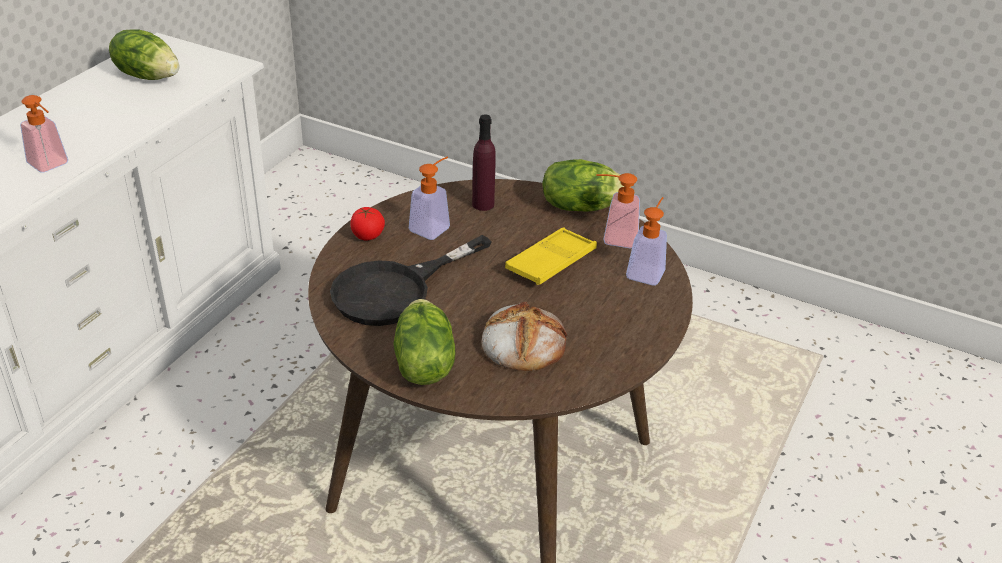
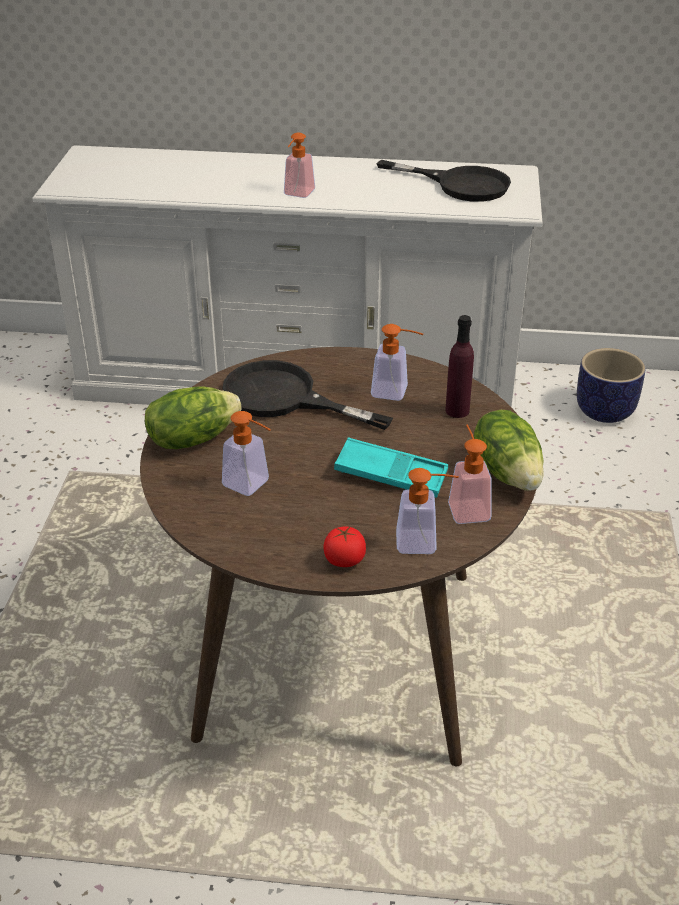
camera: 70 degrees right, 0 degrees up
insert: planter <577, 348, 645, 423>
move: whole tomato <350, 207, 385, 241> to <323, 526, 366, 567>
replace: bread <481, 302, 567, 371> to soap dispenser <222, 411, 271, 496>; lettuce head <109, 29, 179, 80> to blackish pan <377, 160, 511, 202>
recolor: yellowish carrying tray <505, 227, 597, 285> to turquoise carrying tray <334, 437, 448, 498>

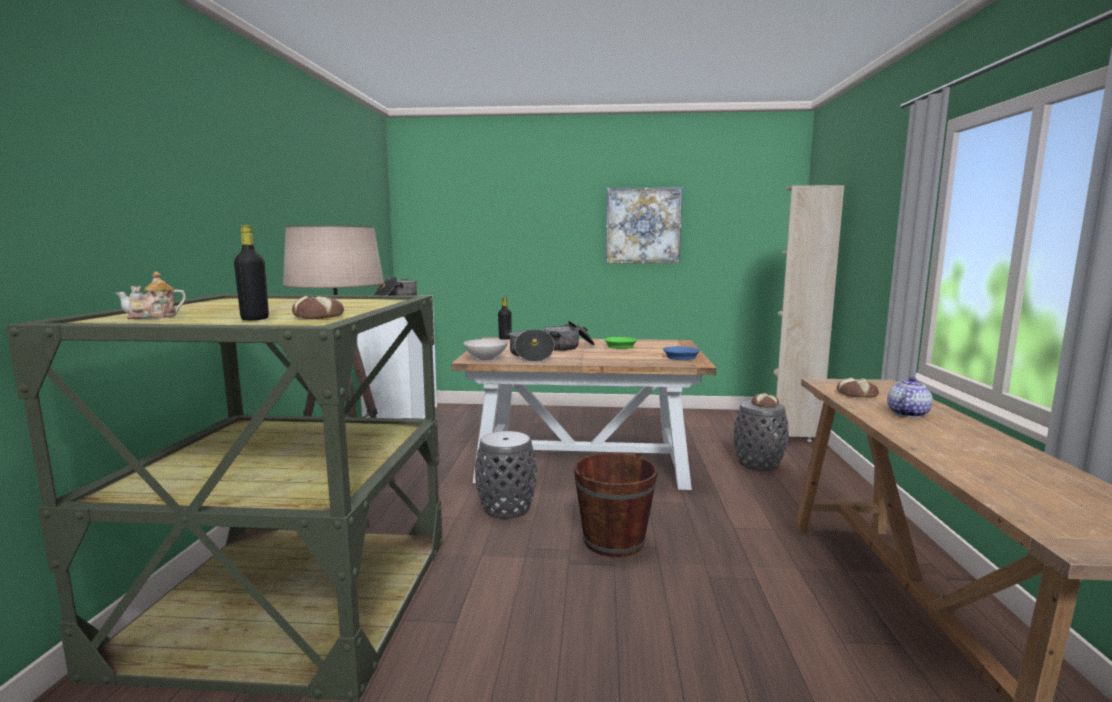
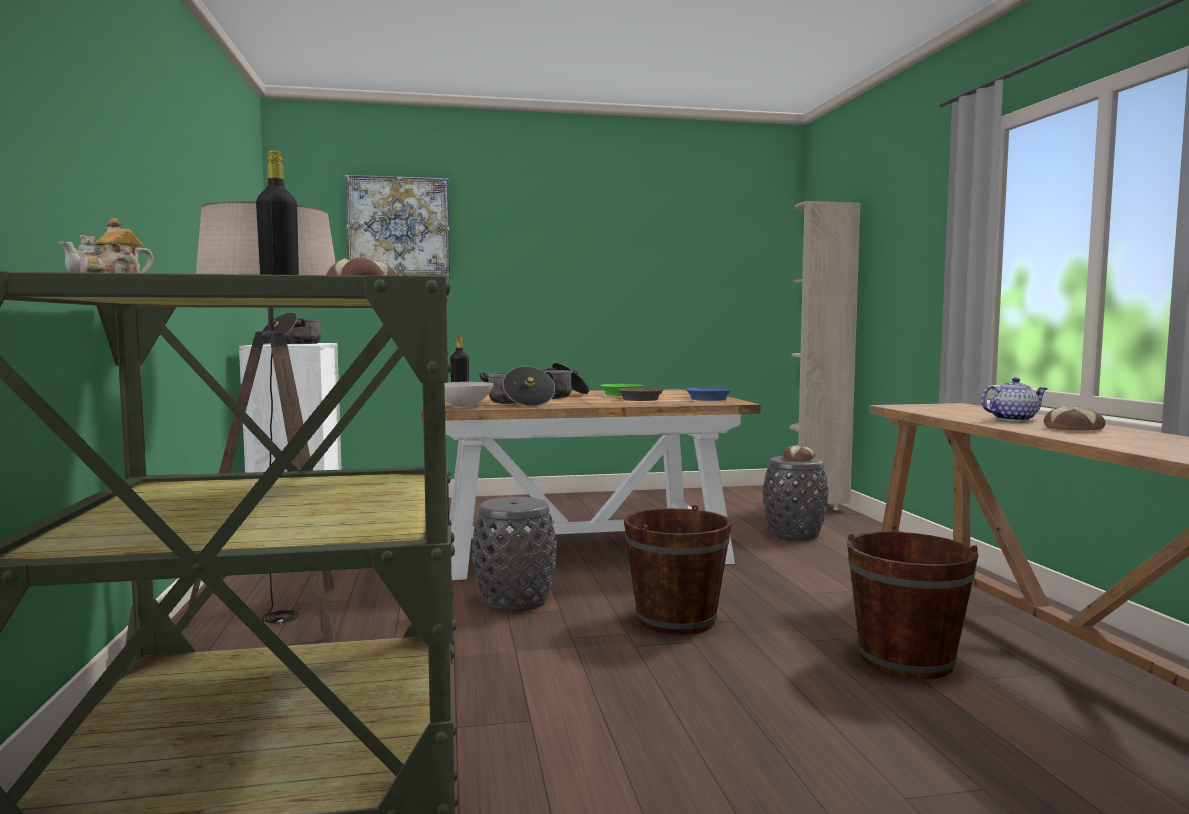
camera: 15 degrees left, 5 degrees down
insert: brownish pan <617, 388, 664, 401>; brownish pail <847, 532, 979, 679>
move: wall art <606, 187, 683, 263> to <345, 175, 450, 278>; bread <837, 378, 879, 397> to <1044, 406, 1106, 430>
rotate: teapot <887, 377, 933, 418> = <981, 377, 1047, 422> 60 degrees clockwise

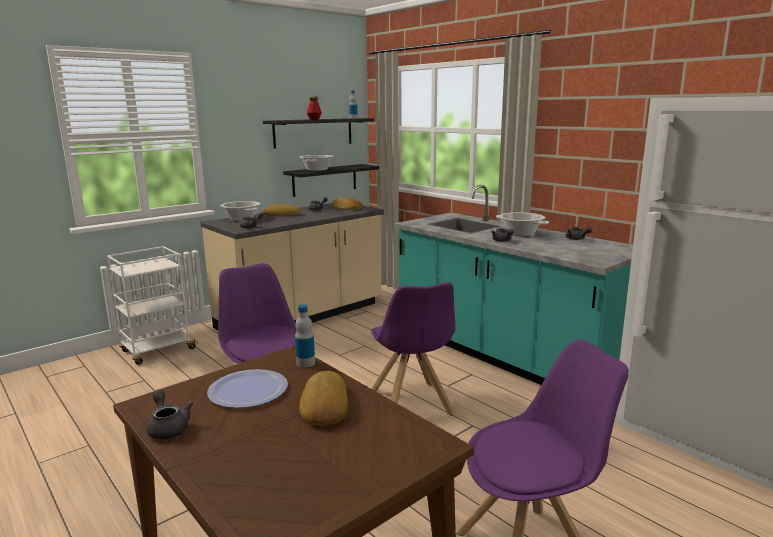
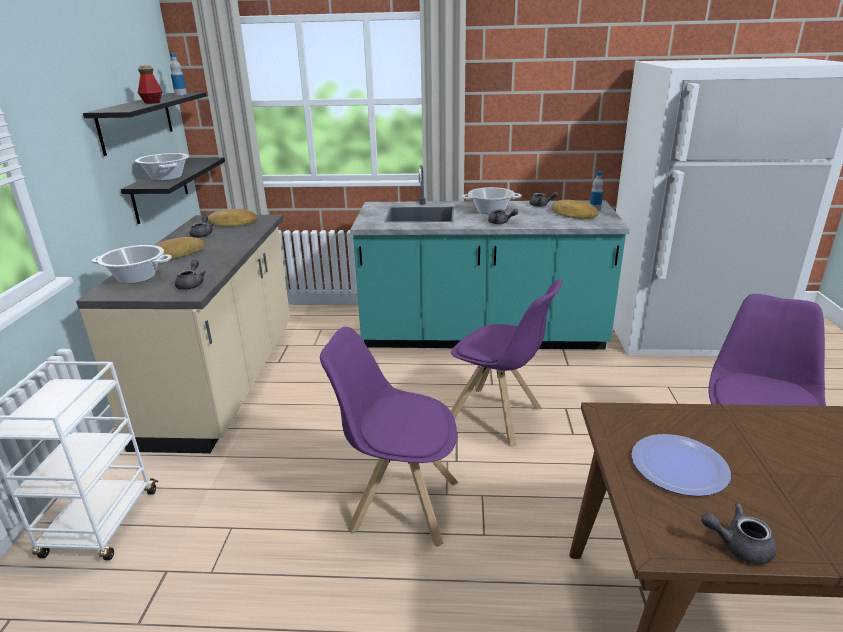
camera: 45 degrees left, 10 degrees up
move: bread <299, 371, 348, 426> to <551, 200, 599, 219>; drink bottle <295, 304, 315, 367> to <590, 171, 603, 211>

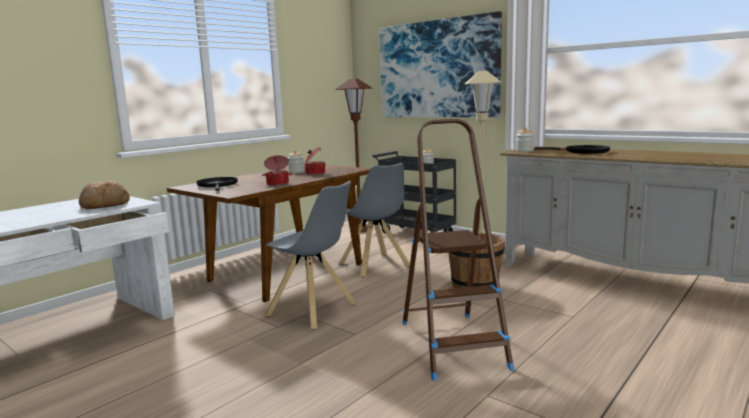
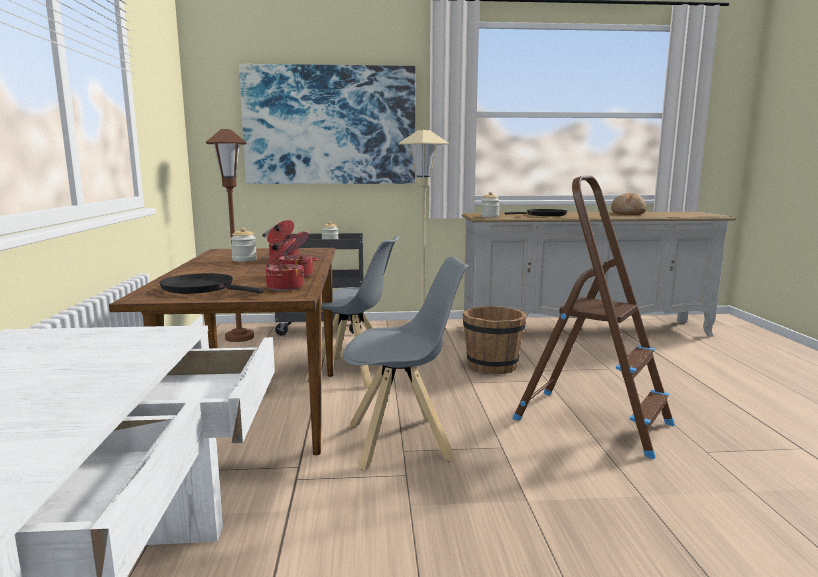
camera: 45 degrees left, 0 degrees up
insert: saucepot <266, 238, 304, 291>
move: bread <79, 181, 130, 209> to <611, 193, 646, 215>

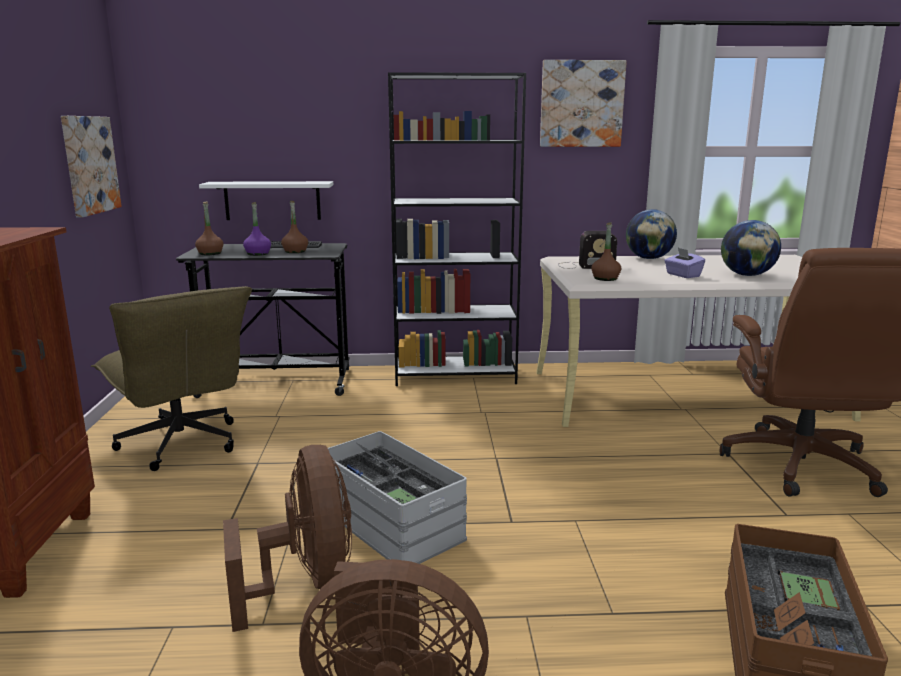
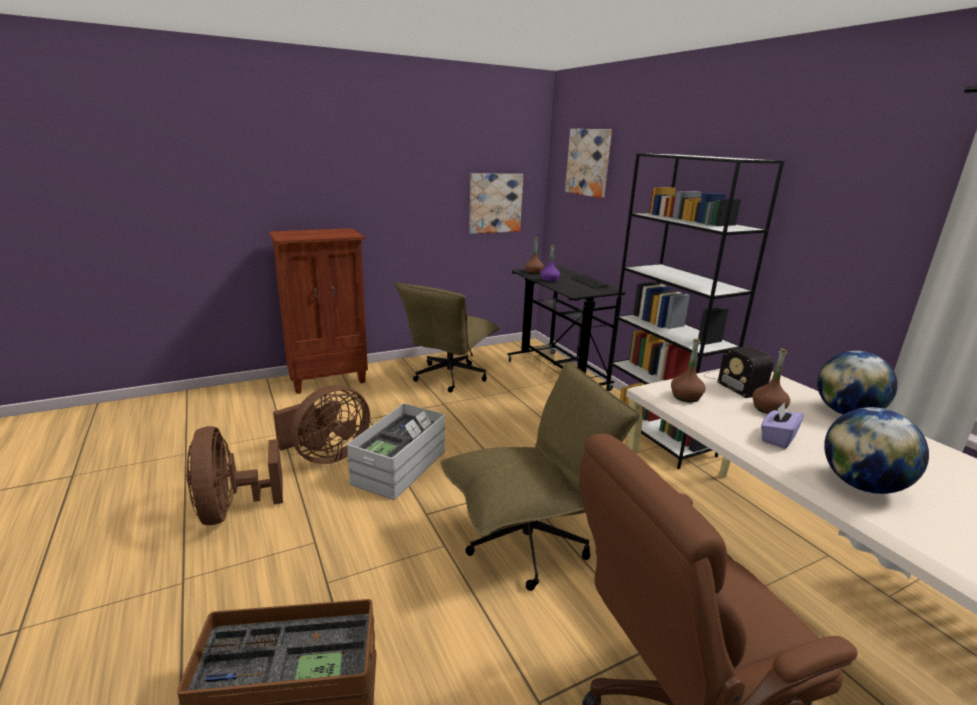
camera: 65 degrees right, 5 degrees up
delete: white-coloured bracket shelf <199, 181, 333, 220>
insert: beige-coloured computer chair <440, 362, 640, 591>
move: wall art <540, 60, 627, 147> to <565, 129, 612, 198>; brownish drink bottle <281, 201, 308, 253> to <752, 349, 790, 414>

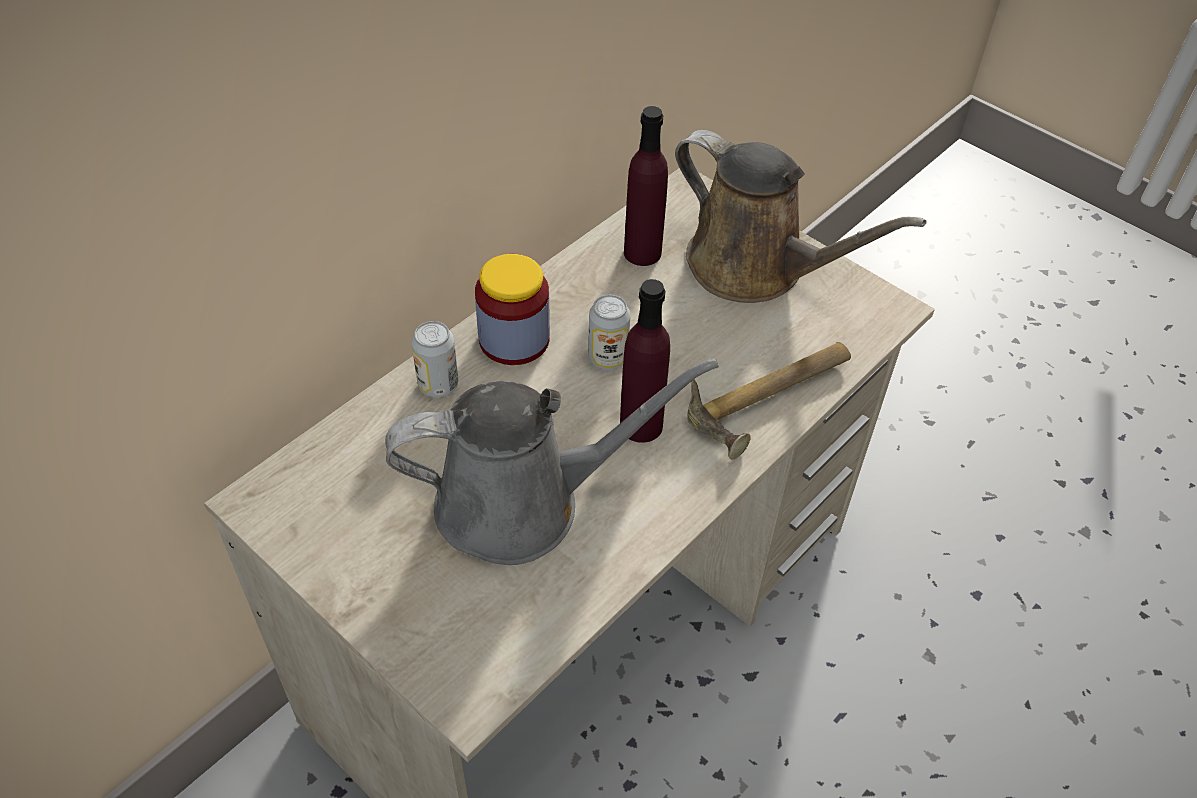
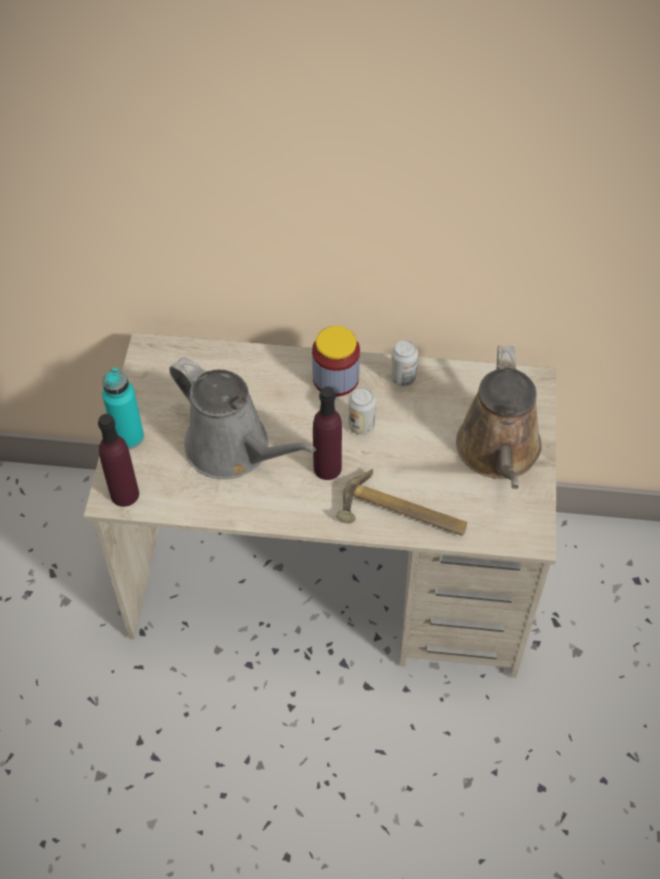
camera: 55 degrees right, 5 degrees up
insert: turquoise drink bottle <102, 367, 144, 449>
move: purplish drink bottle <624, 106, 668, 266> to <98, 414, 139, 507>; can <411, 321, 458, 397> to <390, 340, 418, 387>

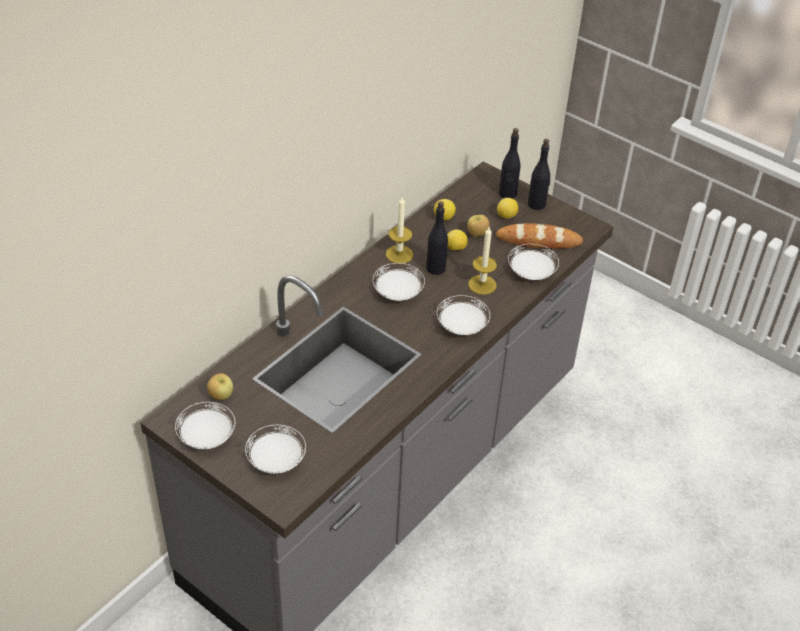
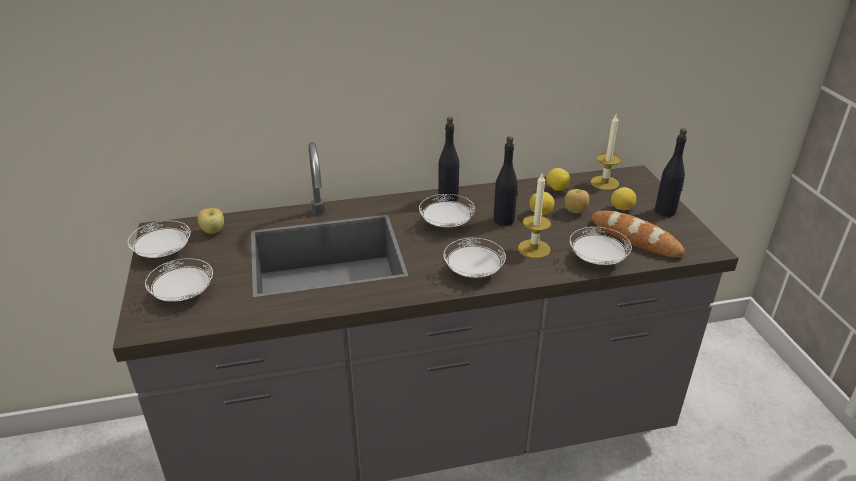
camera: 40 degrees right, 10 degrees down
move: blackish drink bottle <499, 128, 521, 198> to <438, 117, 459, 202>; wax candle <386, 197, 413, 264> to <591, 114, 621, 190>

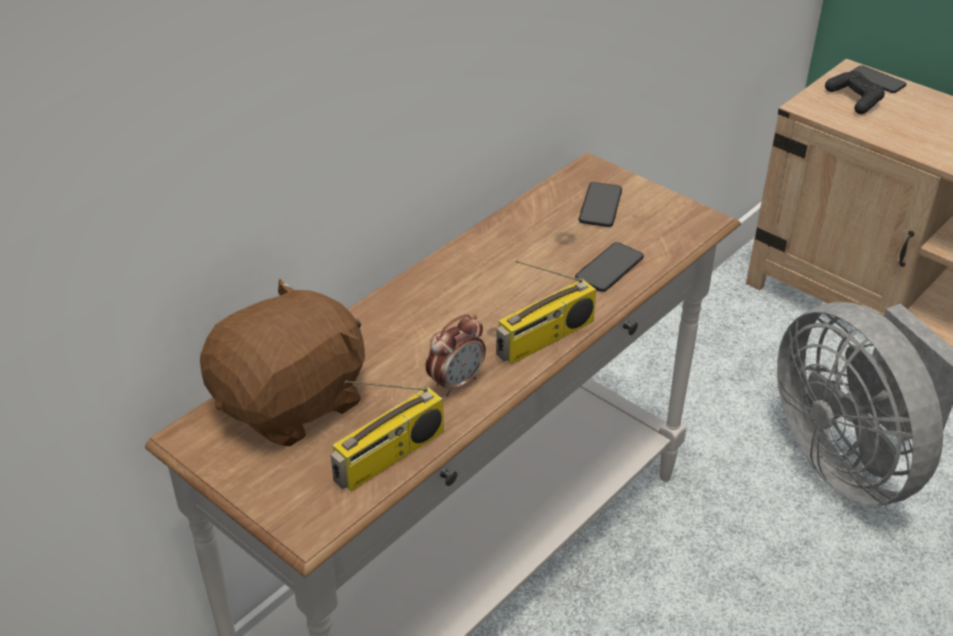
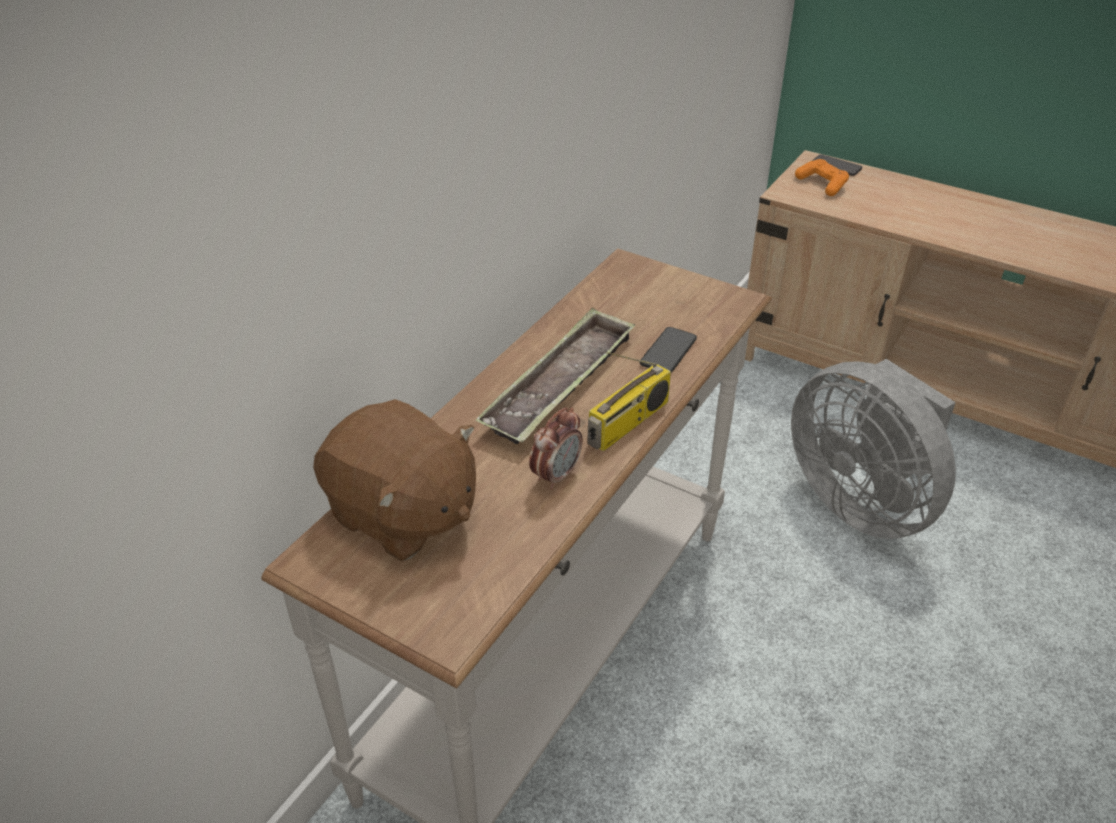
camera: 10 degrees left, 0 degrees up
delete: radio <330, 381, 444, 491>; phone <579, 182, 622, 227>
insert: carrying tray <475, 308, 635, 444>
recolor: blackish joypad <825, 71, 885, 114> to orange joypad <795, 159, 849, 196>
rotate: brownish plush toy <200, 279, 365, 446> = <313, 399, 476, 562> 90 degrees clockwise

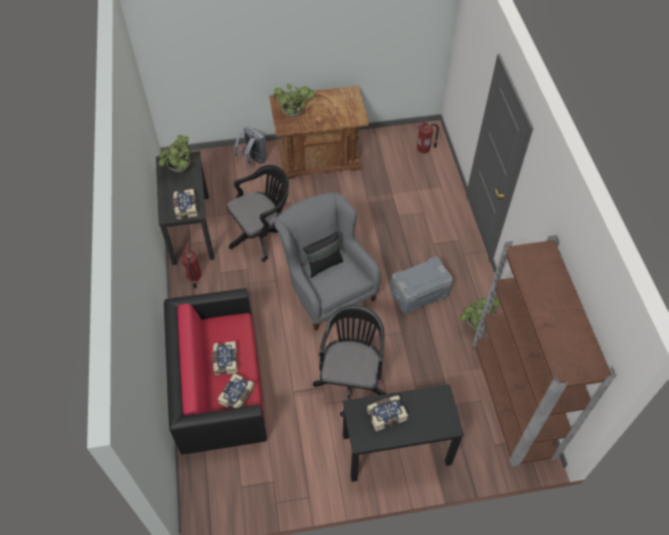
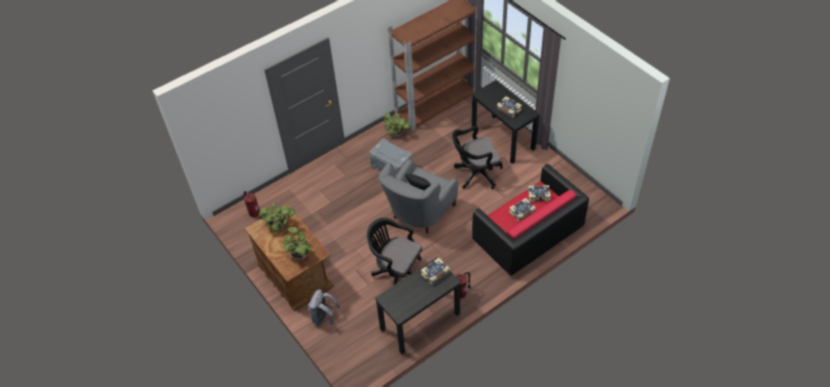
camera: 115 degrees left, 5 degrees down
move: houseplant <158, 135, 191, 172> to <259, 203, 295, 230>

